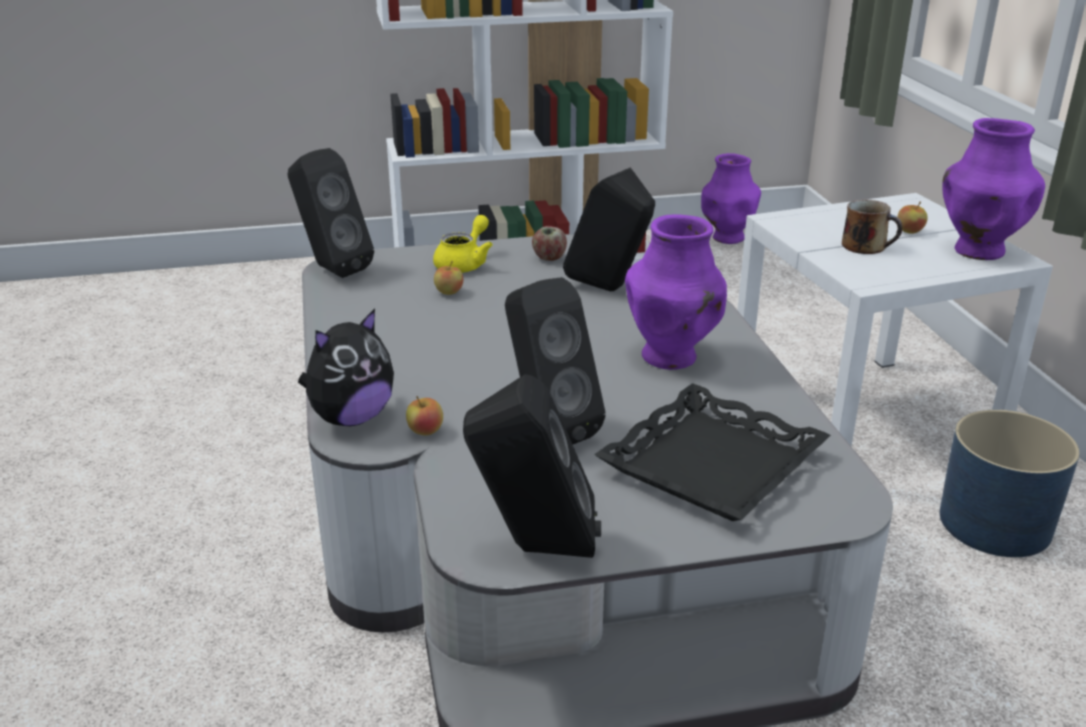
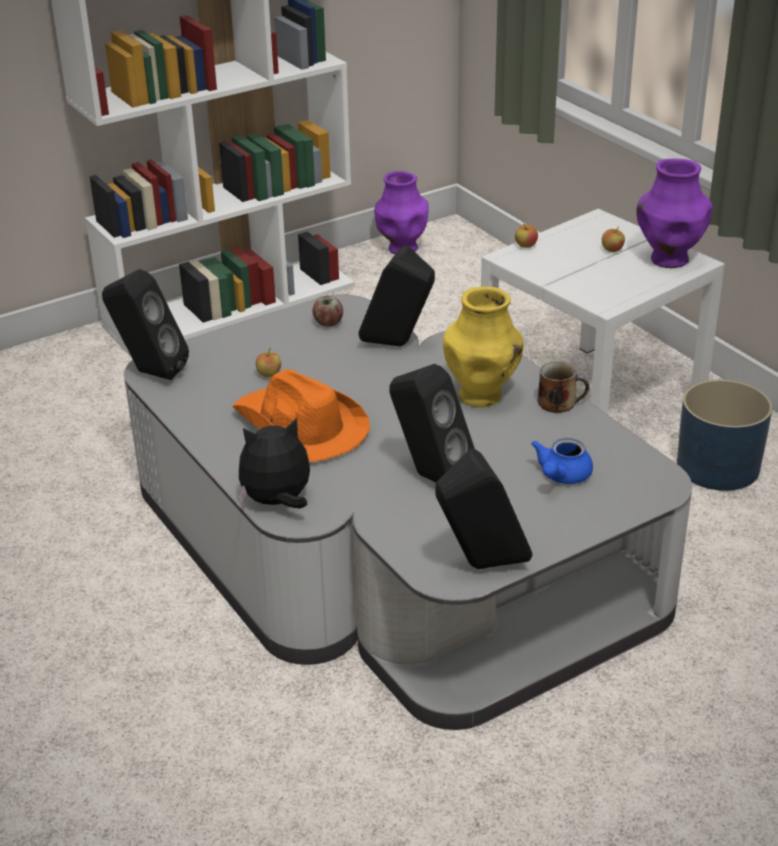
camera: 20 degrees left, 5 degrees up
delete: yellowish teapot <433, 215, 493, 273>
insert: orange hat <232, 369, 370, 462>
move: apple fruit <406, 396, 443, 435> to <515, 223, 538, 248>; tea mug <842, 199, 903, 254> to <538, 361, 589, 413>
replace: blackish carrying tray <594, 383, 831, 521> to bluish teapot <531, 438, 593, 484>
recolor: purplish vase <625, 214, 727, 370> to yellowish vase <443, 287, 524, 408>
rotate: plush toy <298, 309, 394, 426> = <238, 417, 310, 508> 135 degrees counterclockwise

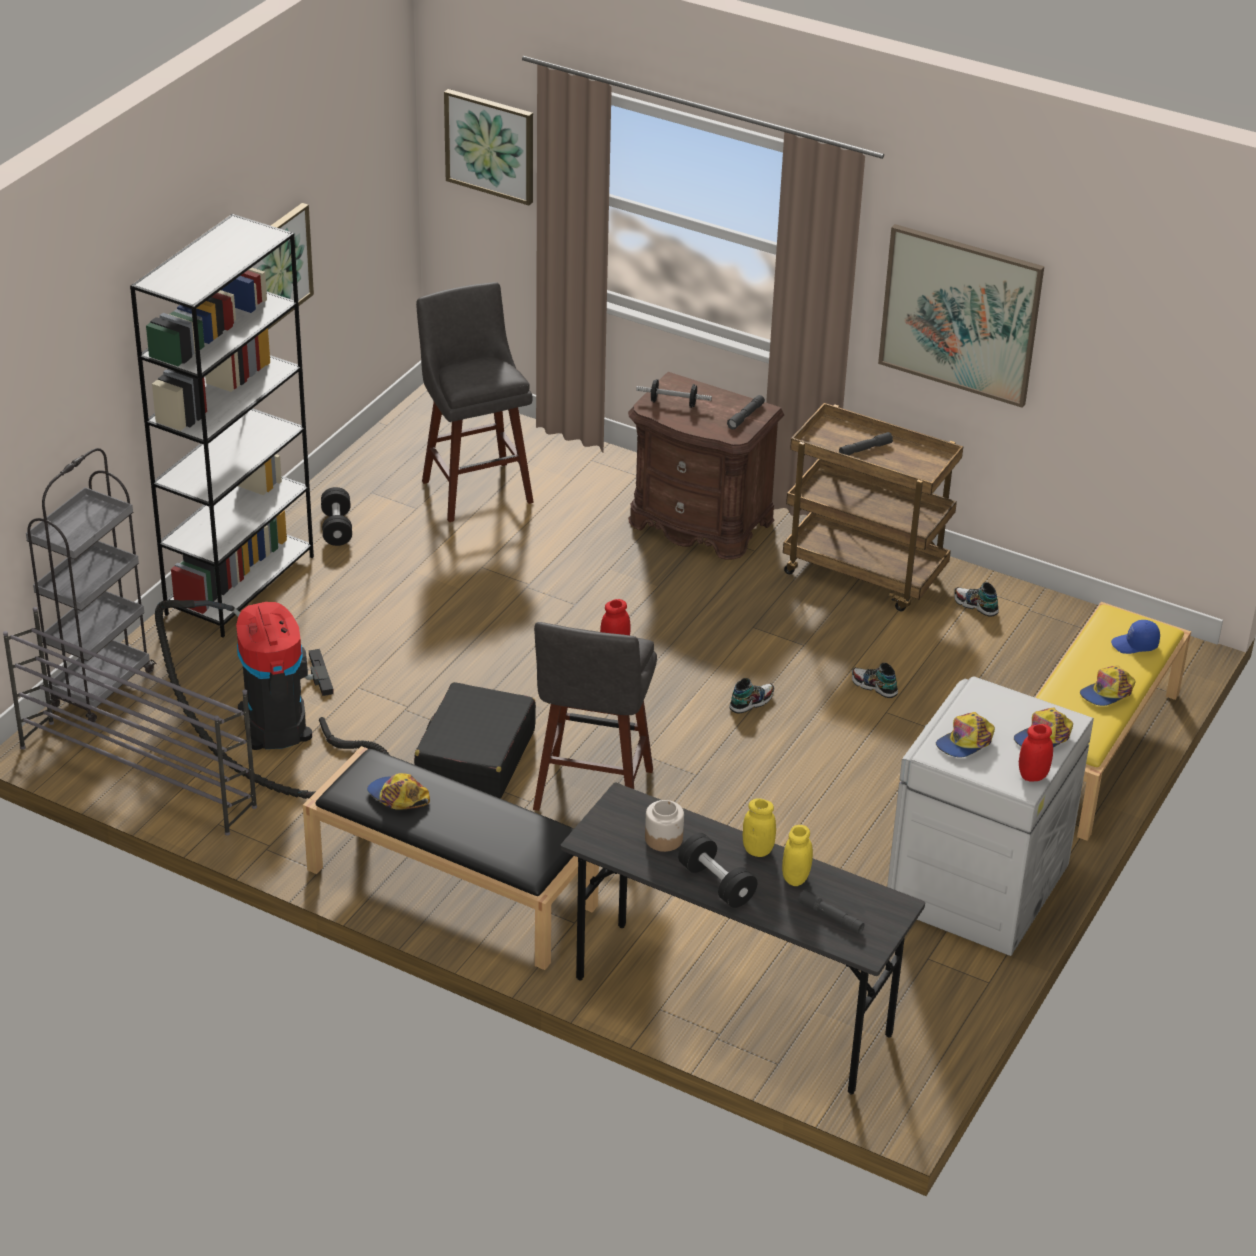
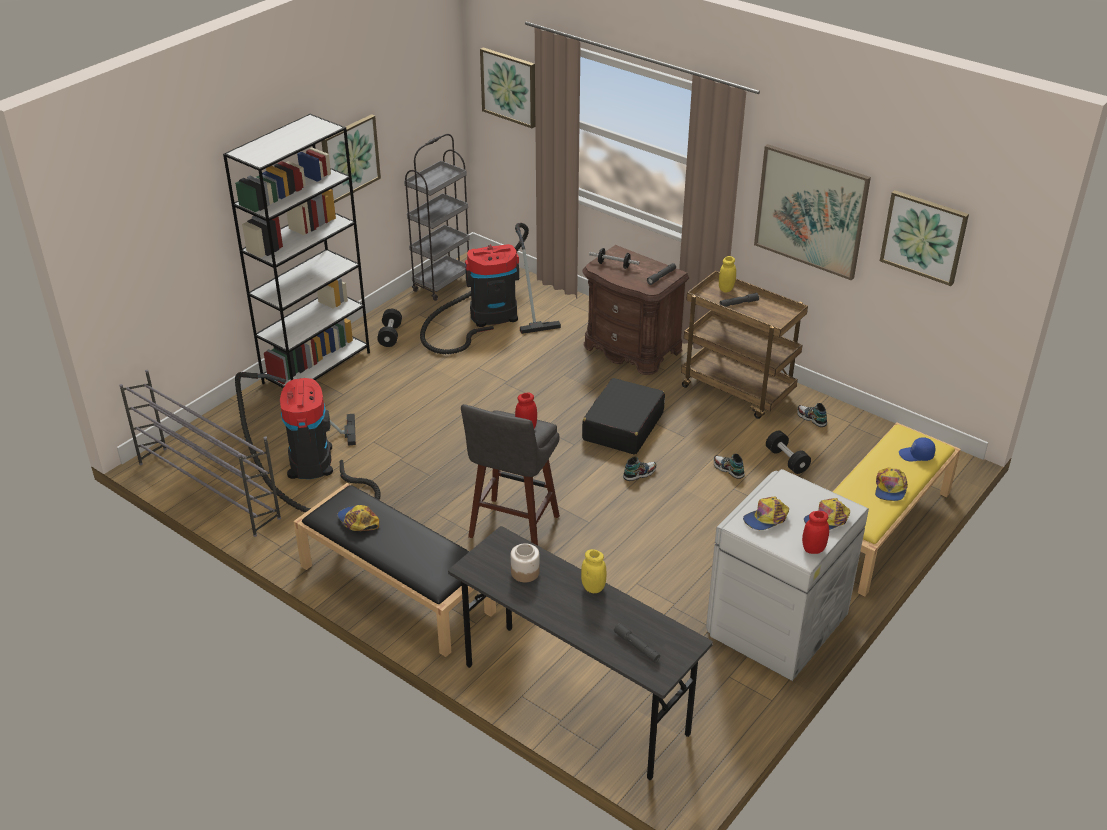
camera: 10 degrees right, 0 degrees up
insert: wall art <880, 190, 969, 286>
move: greyish wheeled cart <26, 448, 157, 722> to <404, 134, 470, 301>; blackish travel case <414, 682, 536, 799> to <582, 378, 665, 455>; yellowish jar <782, 825, 813, 886> to <719, 256, 736, 293>; blackish hand weight <678, 833, 757, 908> to <766, 431, 811, 474>
replace: greyish sitting stool <416, 282, 534, 522> to vacuum cleaner <420, 223, 561, 354>
rotate: peaked cap <1080, 665, 1135, 706> = <875, 467, 908, 501> 45 degrees counterclockwise

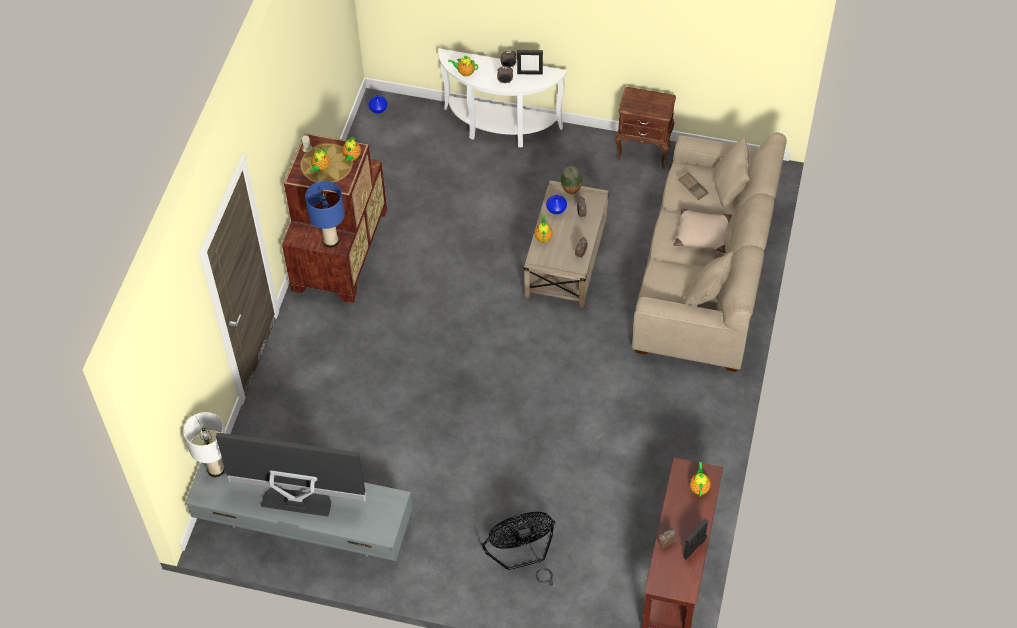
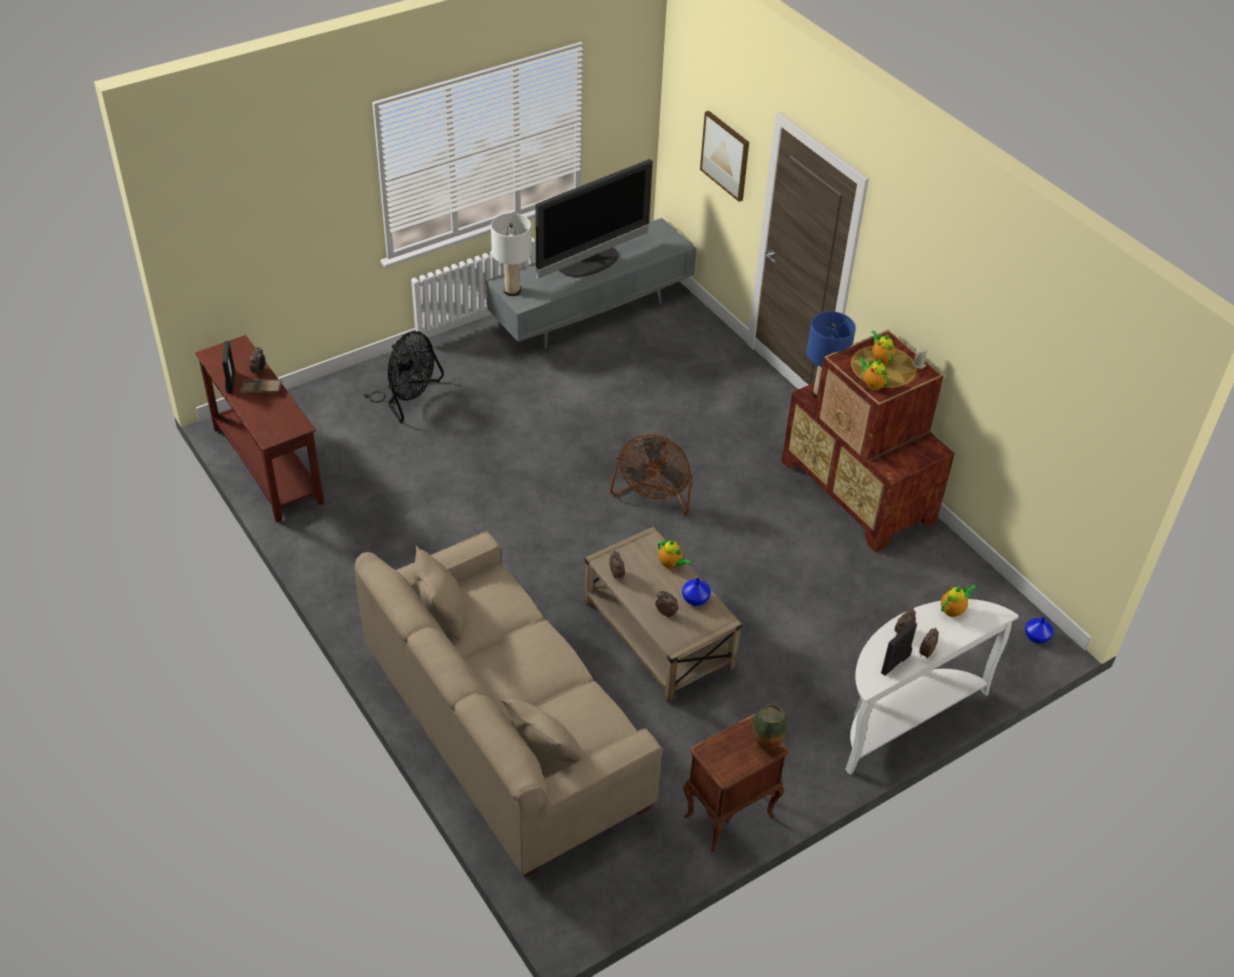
camera: 130 degrees right, 10 degrees down
delete: beige-coloured cushion <674, 208, 732, 253>; teapot <690, 462, 711, 497>
insert: brownish fan <610, 433, 693, 516>; wall art <700, 111, 749, 202>
move: brownish carrying tray <678, 172, 709, 200> to <239, 379, 282, 393>; white-coloured lamp for a table <183, 412, 226, 477> to <491, 213, 532, 296>; vase <561, 166, 583, 195> to <752, 704, 787, 751>

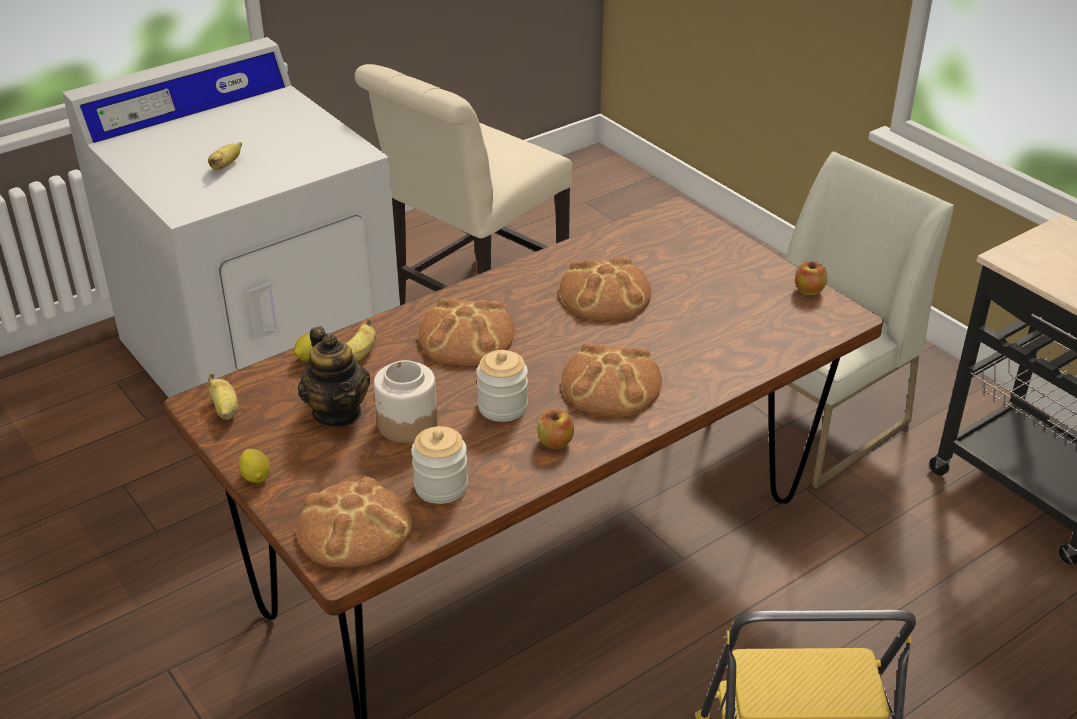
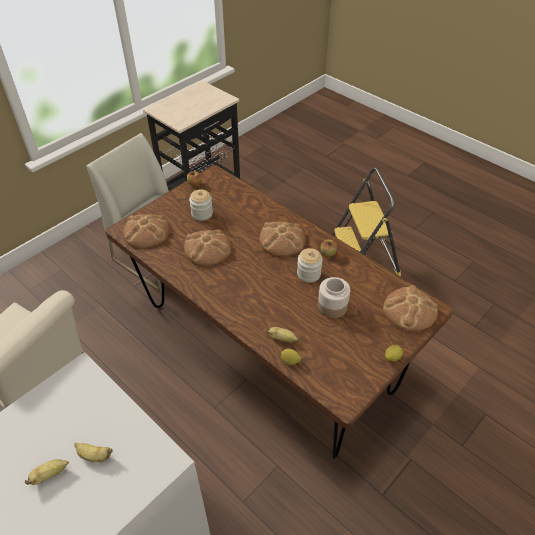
camera: 100 degrees left, 10 degrees up
delete: teapot <298, 327, 370, 427>
move: banana <208, 374, 238, 420> to <25, 459, 69, 485>; bread <418, 298, 515, 365> to <123, 214, 169, 248>; jar <411, 426, 468, 504> to <189, 189, 213, 221>

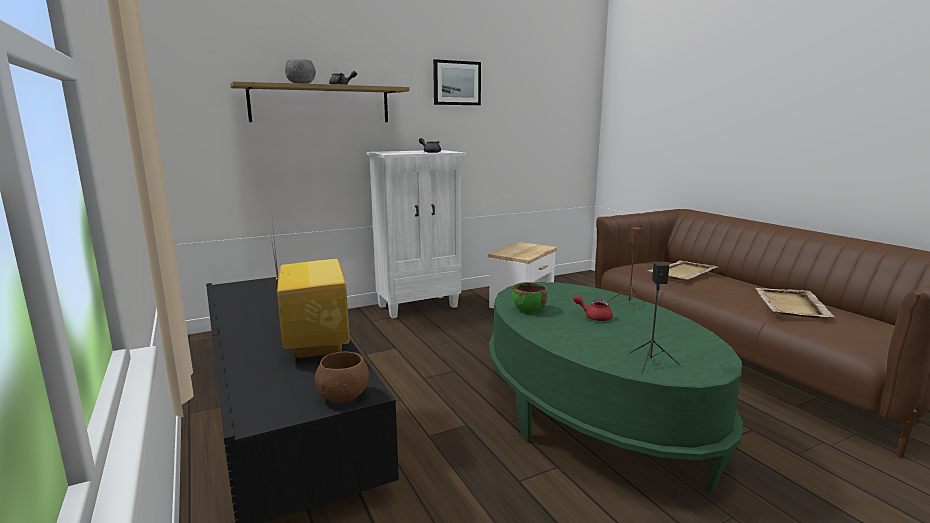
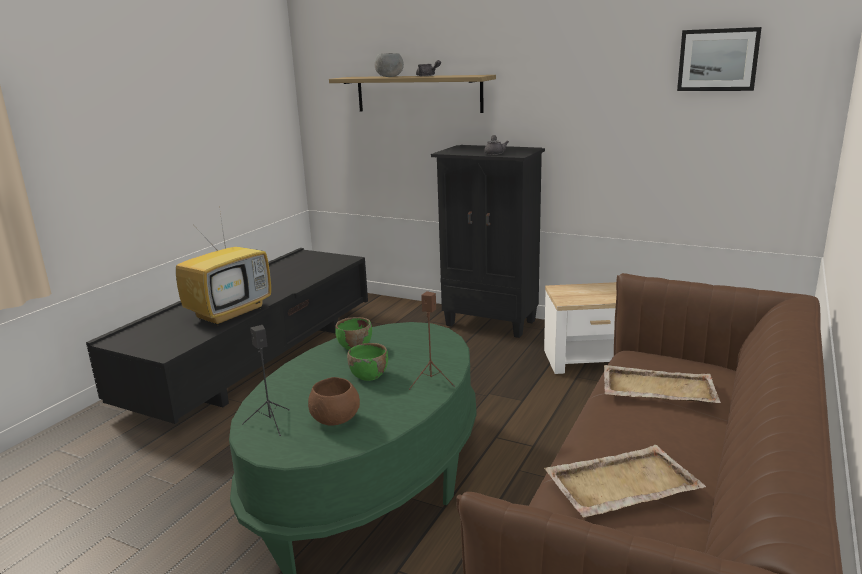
camera: 55 degrees right, 5 degrees up
move: brownish bowl <315, 351, 369, 402> to <308, 377, 360, 426>; wall art <433, 59, 481, 105> to <677, 27, 762, 91>
replace: reddish teapot <573, 295, 613, 321> to greenish bowl <347, 343, 388, 381>
recolor: white-coloured storage cabinet <367, 150, 466, 319> to blackish storage cabinet <431, 145, 545, 338>

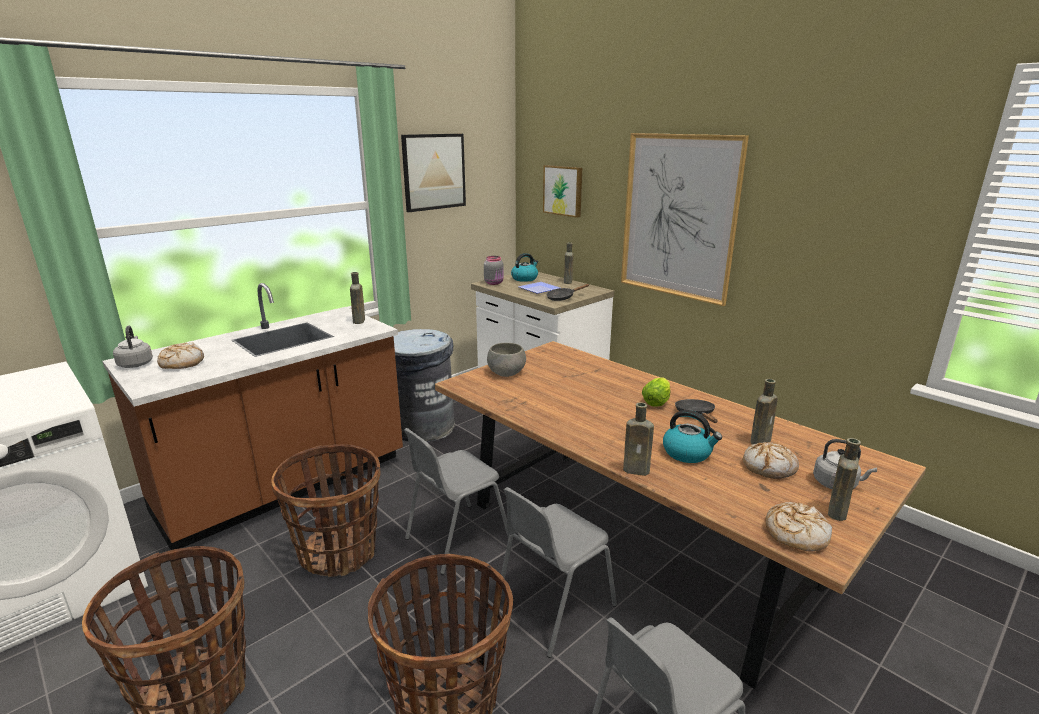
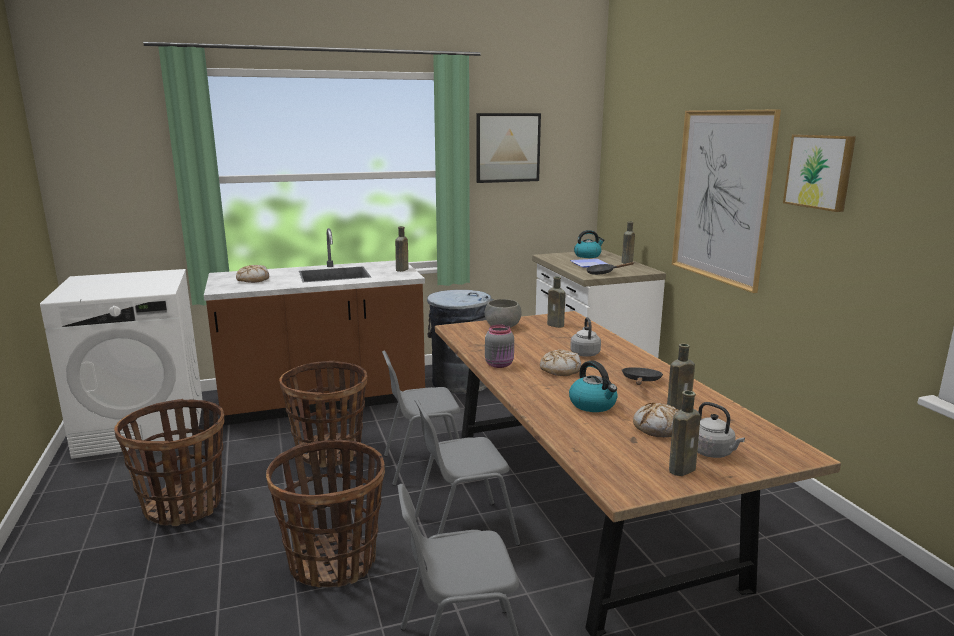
camera: 25 degrees right, 5 degrees down
delete: lettuce head <642, 377, 670, 407>
move: greyish jar <484, 256, 504, 285> to <485, 325, 514, 368>; bread <765, 502, 832, 552> to <540, 350, 581, 376>; brownish drink bottle <623, 402, 654, 476> to <547, 277, 565, 328>; greyish tea kettle <113, 325, 153, 368> to <570, 317, 601, 357>; wall art <543, 165, 582, 218> to <783, 135, 856, 212>

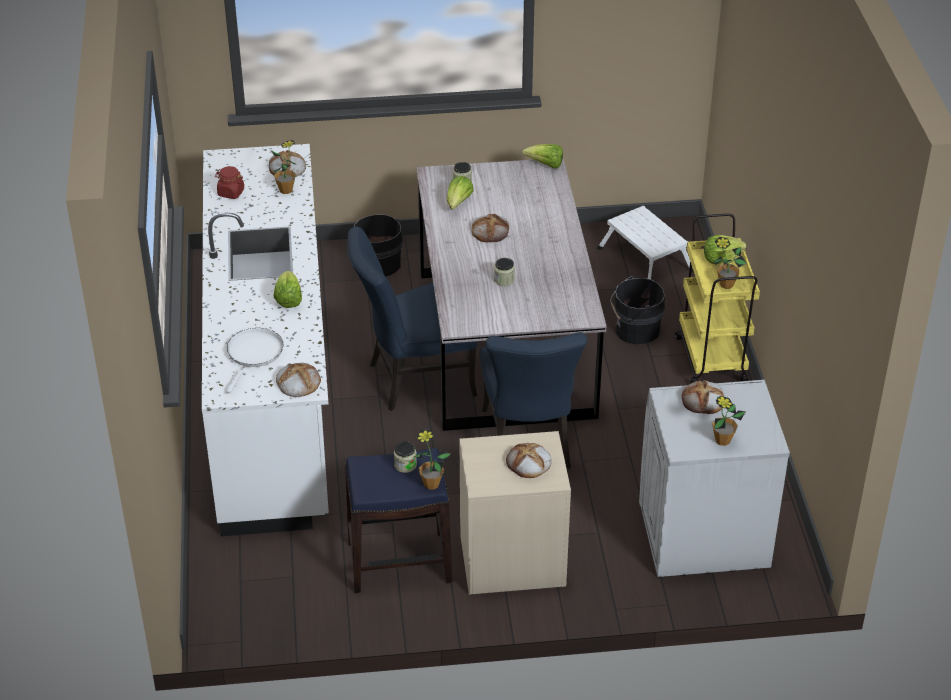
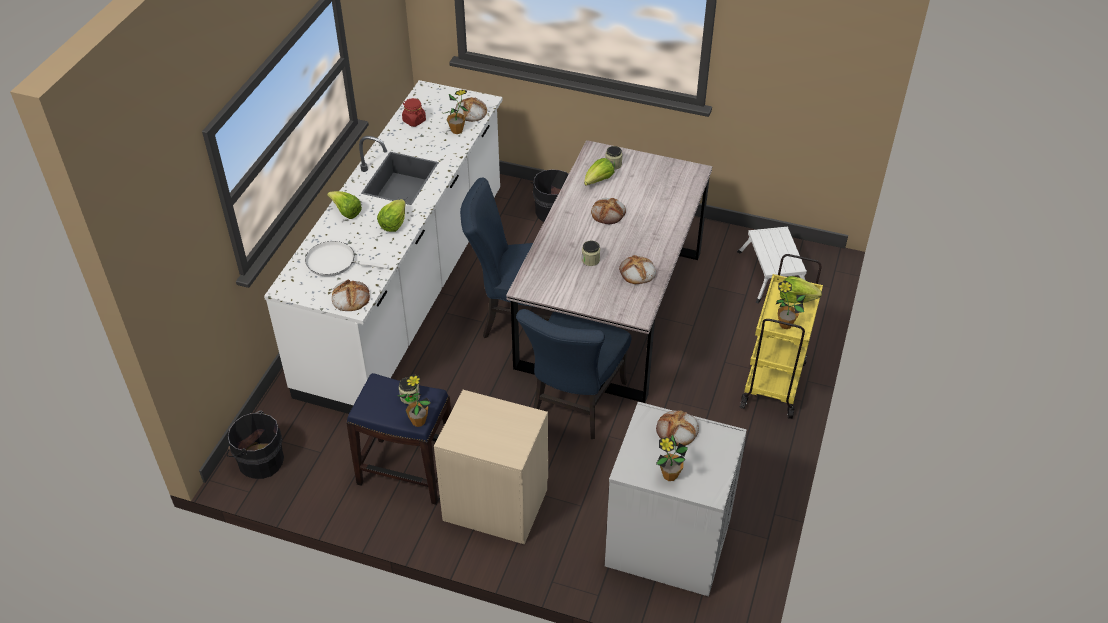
camera: 25 degrees right, 5 degrees up
move: blackish pail <610, 276, 665, 344> to <227, 410, 284, 479>; lettuce head <522, 144, 563, 169> to <327, 191, 362, 219>; bread <506, 443, 552, 478> to <619, 255, 656, 284>
rotate: white-coloured pan <226, 328, 284, 393> = <305, 241, 389, 277> 120 degrees counterclockwise

